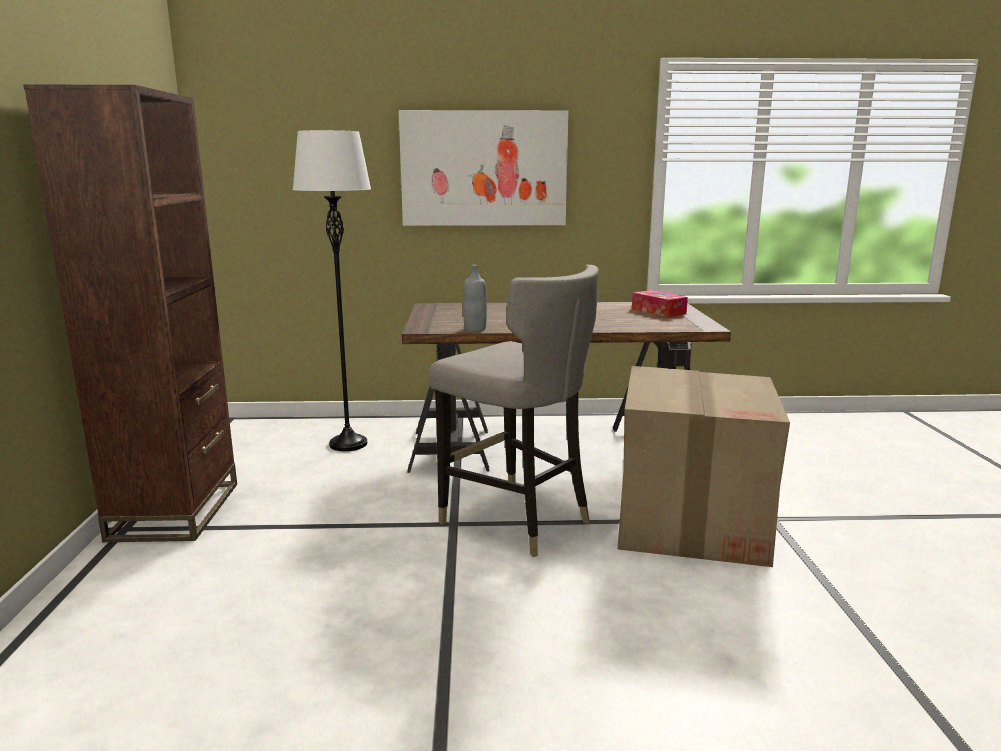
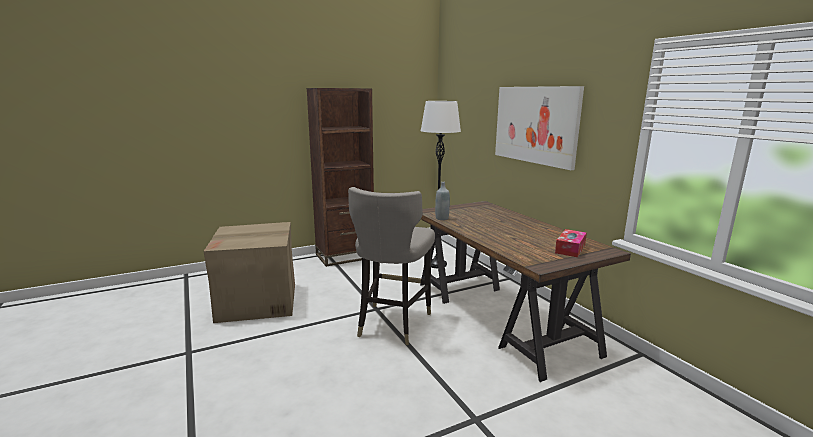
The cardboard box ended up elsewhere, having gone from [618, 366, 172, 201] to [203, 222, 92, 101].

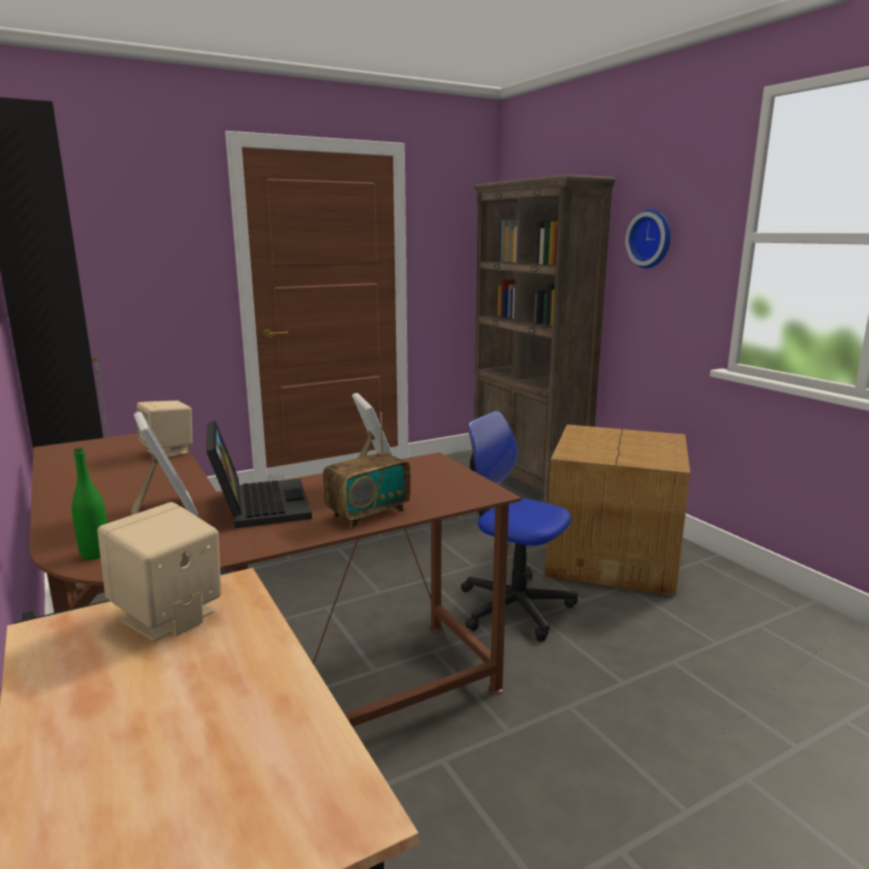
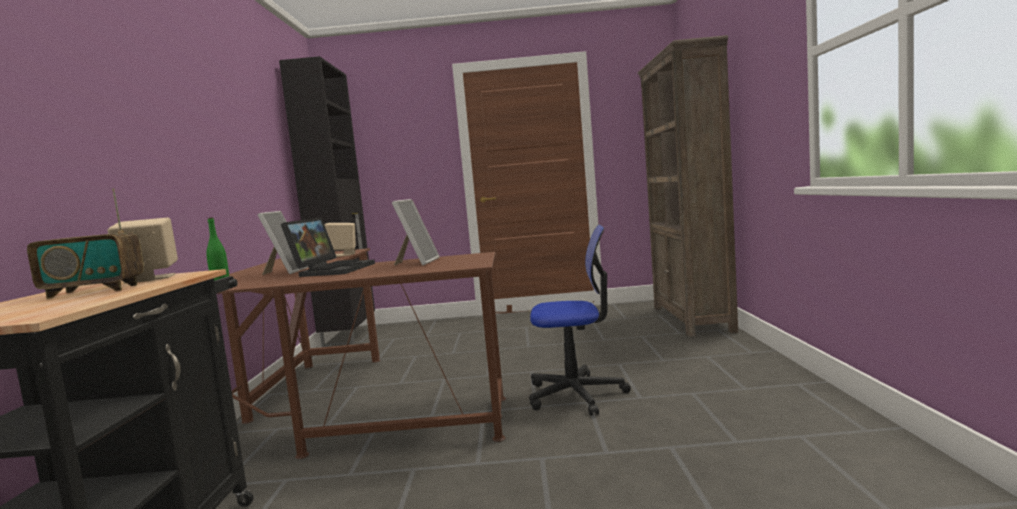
The radio ended up elsewhere, having gone from [323, 413, 88, 115] to [27, 188, 117, 111]. The office chair at [461, 411, 117, 231] ended up facing another way, 120 degrees clockwise from before. The second view lost the cardboard box at [544, 424, 146, 172]. The second view lost the wall clock at [625, 209, 46, 59].

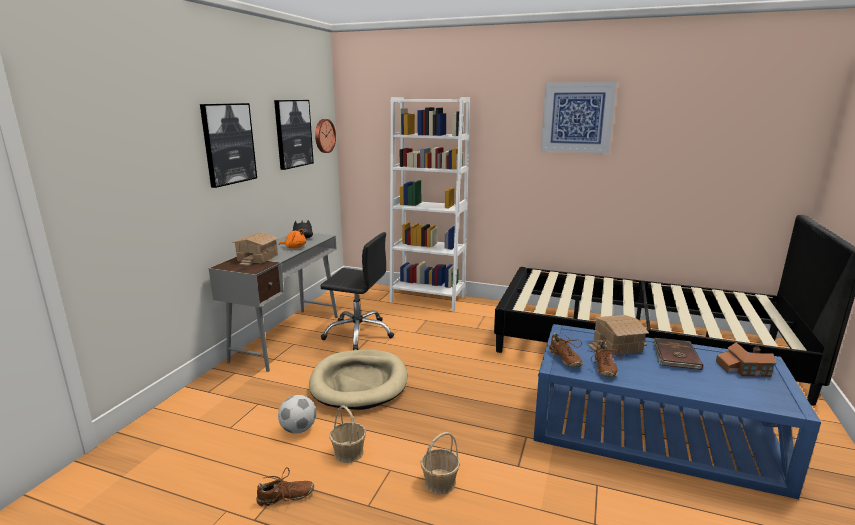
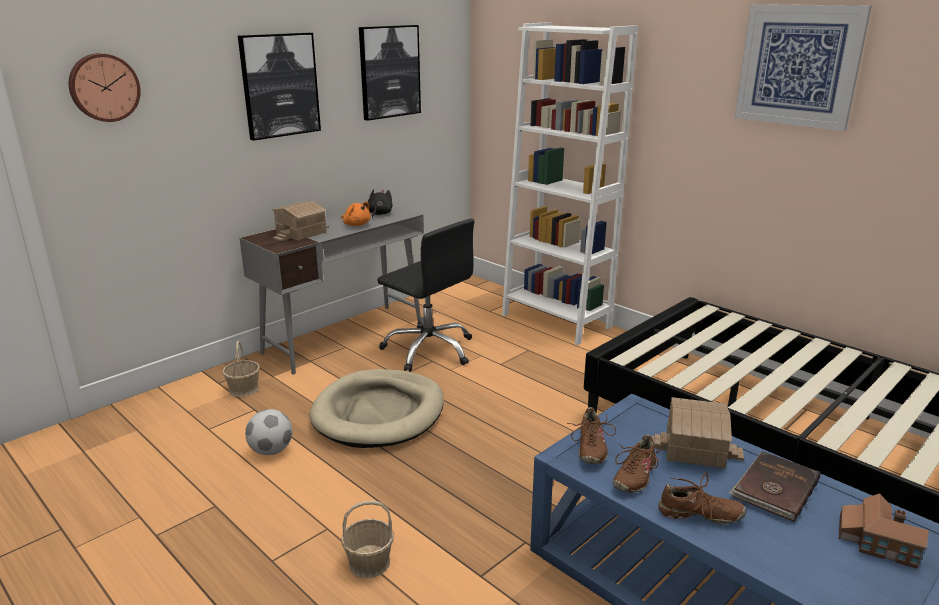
The brown shoe ended up elsewhere, having gone from [256, 467, 58, 40] to [658, 473, 88, 51]. The wall clock ended up elsewhere, having gone from [315, 119, 21, 34] to [69, 53, 72, 69]. The basket ended up elsewhere, having gone from [329, 405, 37, 58] to [222, 341, 38, 56].

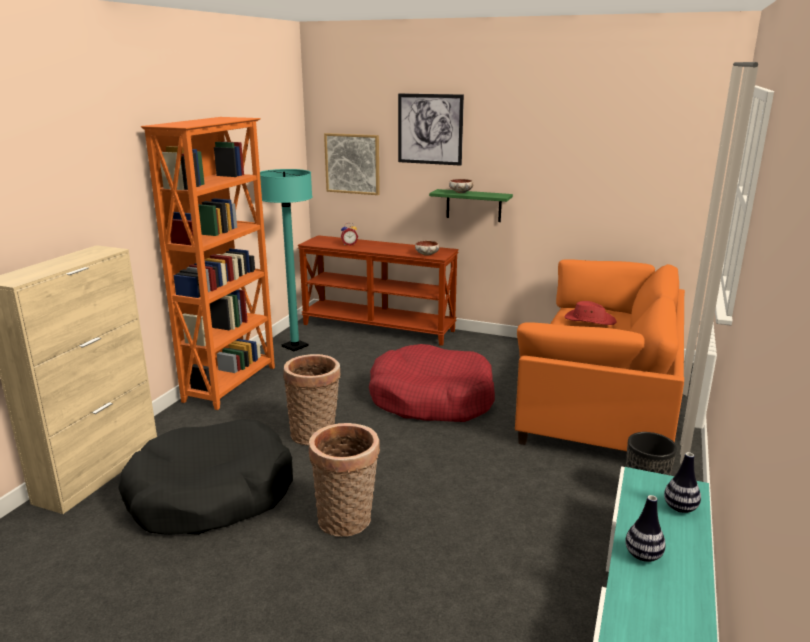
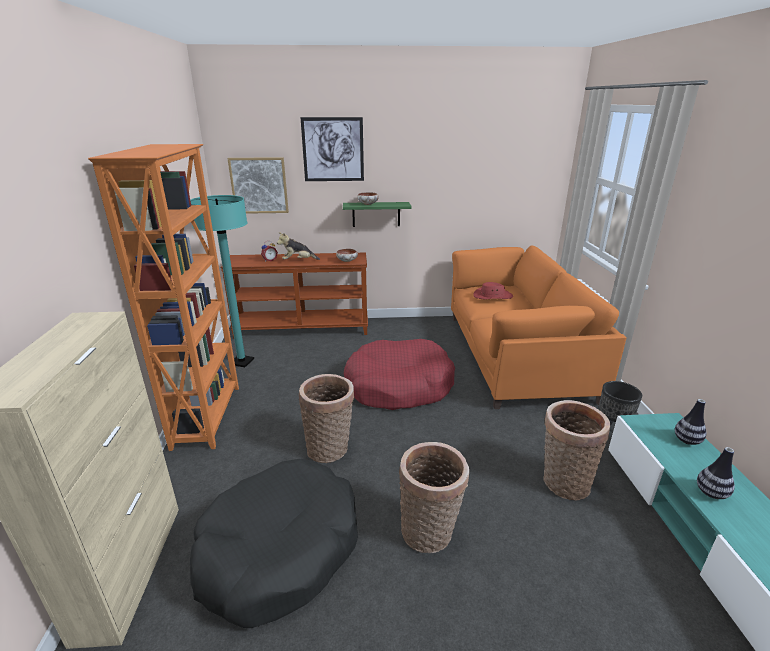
The second view gained the plush toy at [277, 232, 43, 28]. The second view gained the basket at [543, 400, 67, 100].

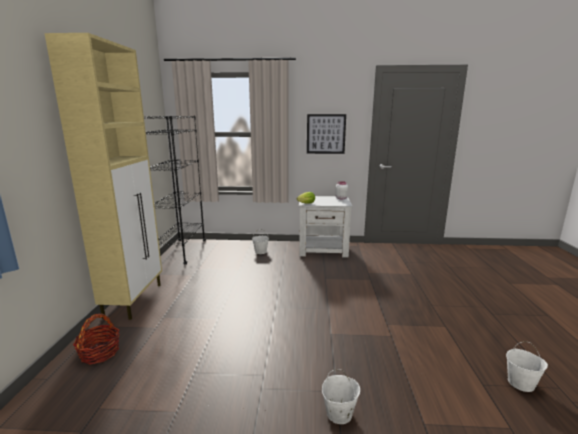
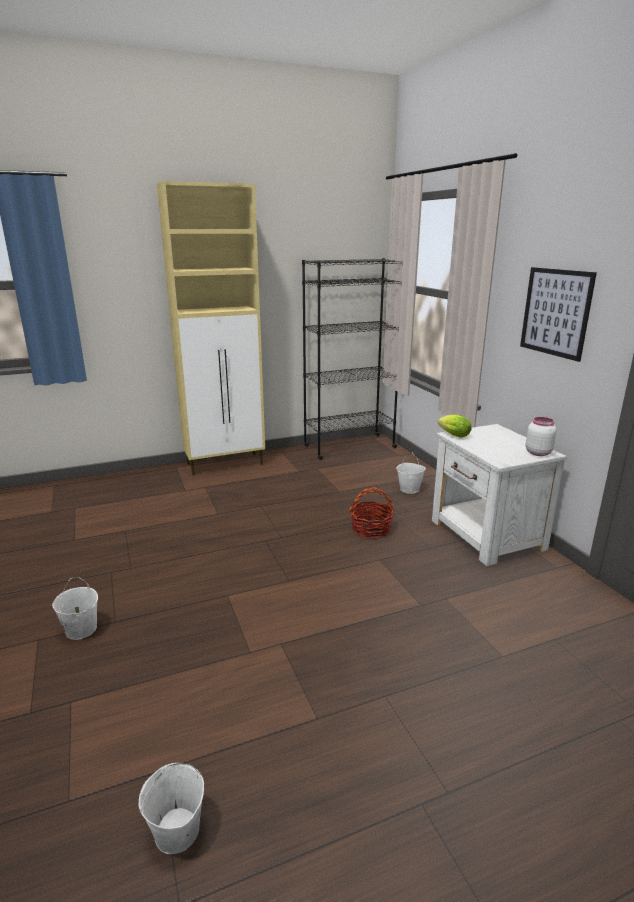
The basket ended up elsewhere, having gone from [73, 314, 46, 51] to [349, 487, 45, 51].

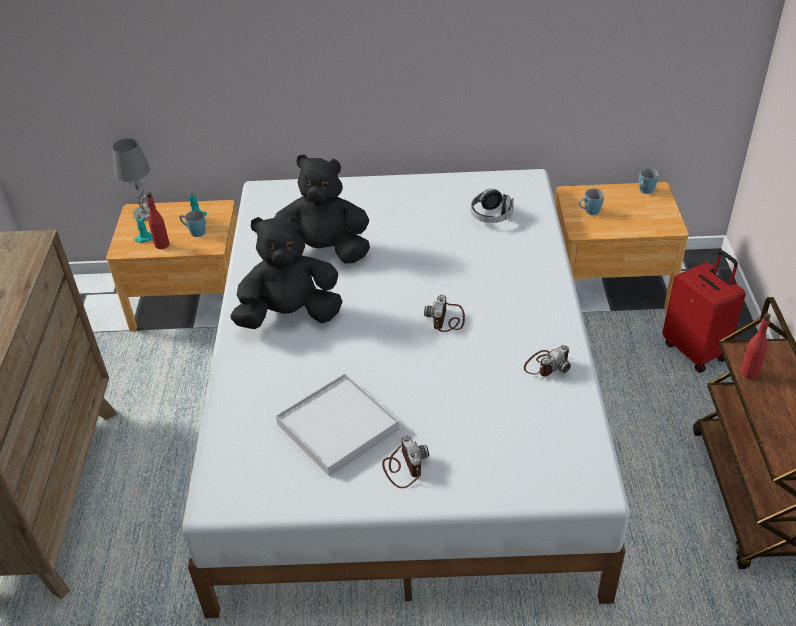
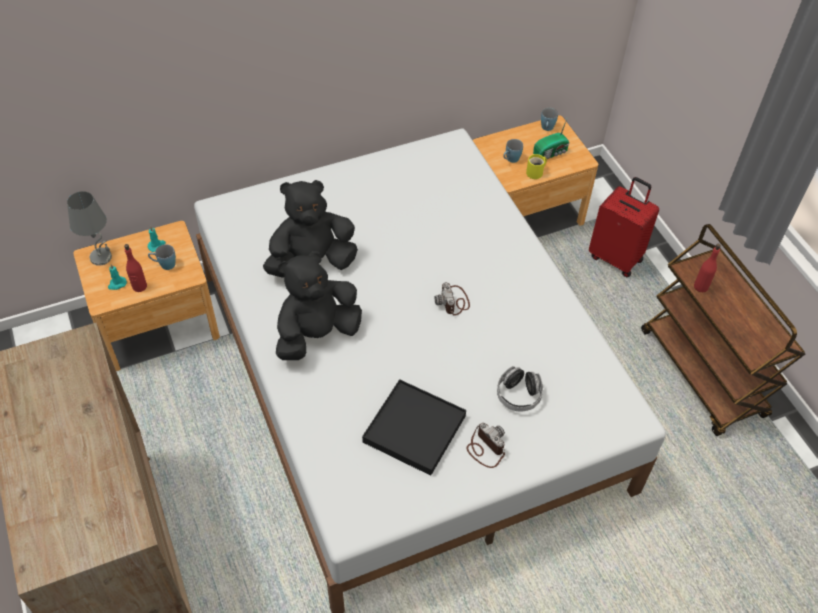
What was the white tray at [276, 373, 123, 103] turned into the black tray at [362, 379, 104, 97]. The headphones ended up elsewhere, having gone from [471, 188, 43, 35] to [497, 366, 46, 45]. The second view lost the photo camera at [524, 345, 47, 32]. The second view gained the yellow mug at [526, 154, 21, 25]. The second view gained the radio at [533, 119, 36, 40].

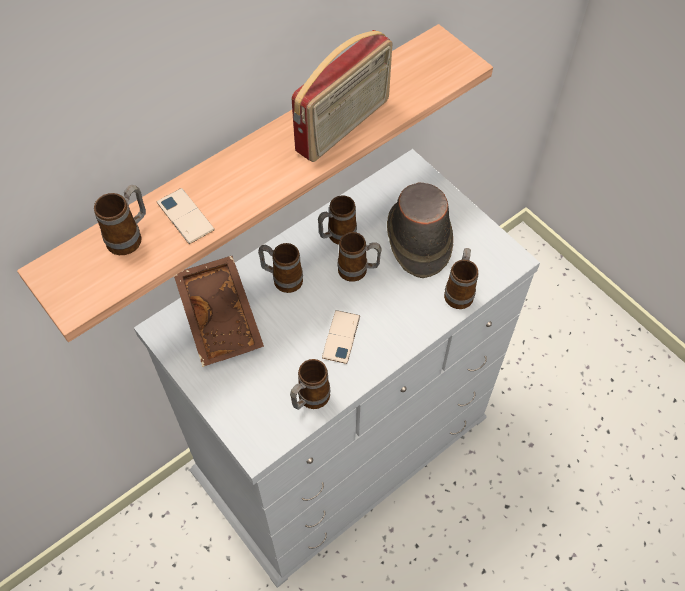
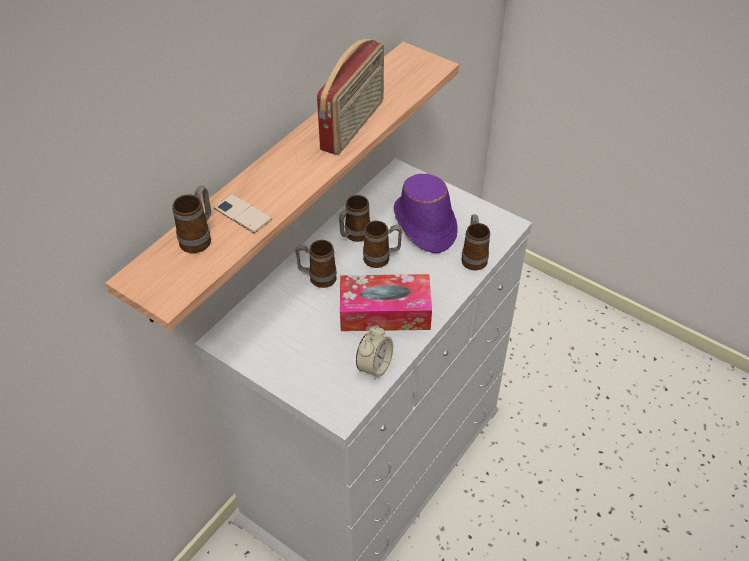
The second view lost the brown tray at [174, 256, 90, 111]. Where the mug stood at [290, 359, 40, 51], the alarm clock came to stand at [356, 326, 37, 54]. Where the phone stood at [322, 310, 38, 54], the tissue box came to stand at [340, 274, 92, 57]. What was the brown hat at [387, 182, 66, 96] turned into the purple hat at [394, 174, 64, 79].

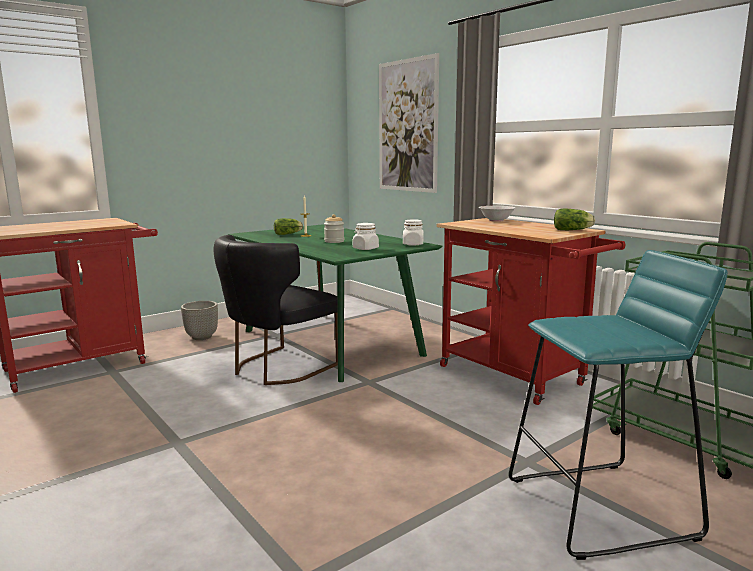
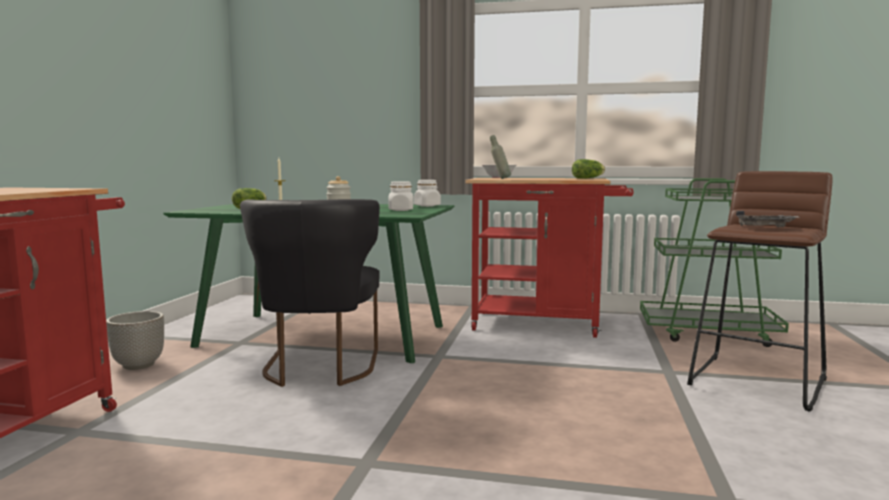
The second view lost the picture at [379, 53, 60, 140]. What was the turquoise stool at [509, 250, 219, 310] turned into the brown stool at [687, 171, 146, 241]. The second view gained the grey bottle at [490, 135, 21, 44]. The second view gained the grey tray at [736, 211, 65, 16].

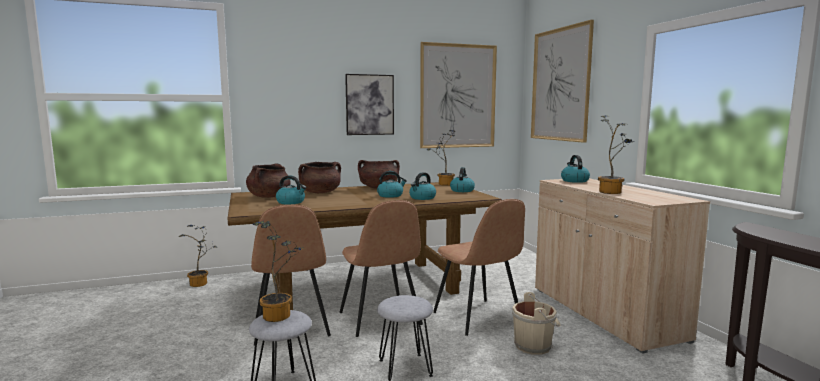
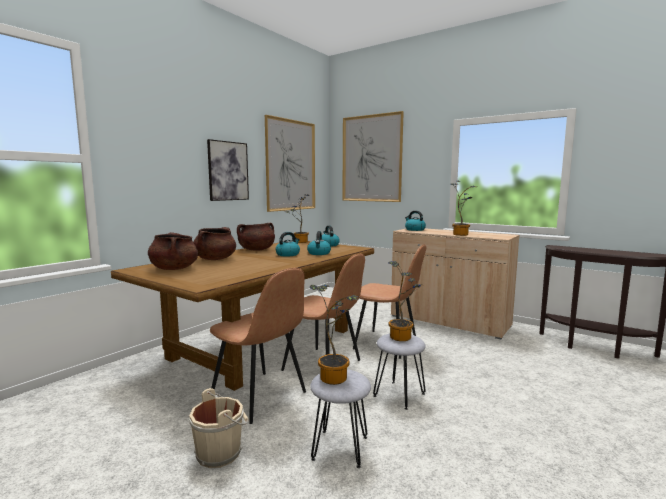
The potted plant ended up elsewhere, having gone from [178, 225, 39, 62] to [388, 261, 33, 80]. The second view lost the kettle at [276, 175, 30, 29]. The beige bucket ended up elsewhere, having gone from [512, 292, 48, 63] to [188, 388, 61, 80].

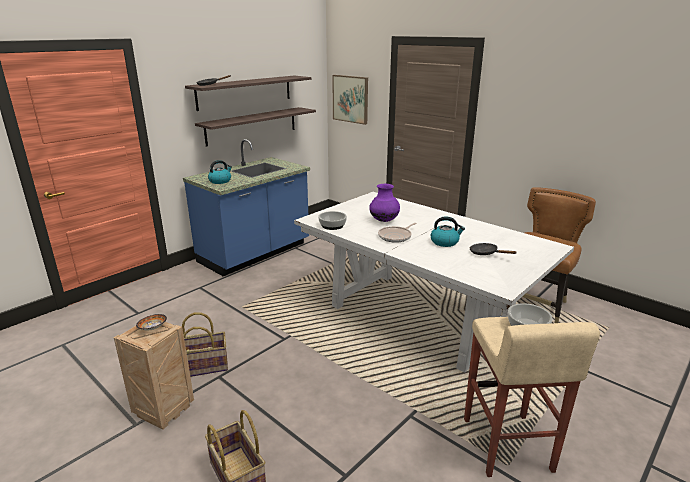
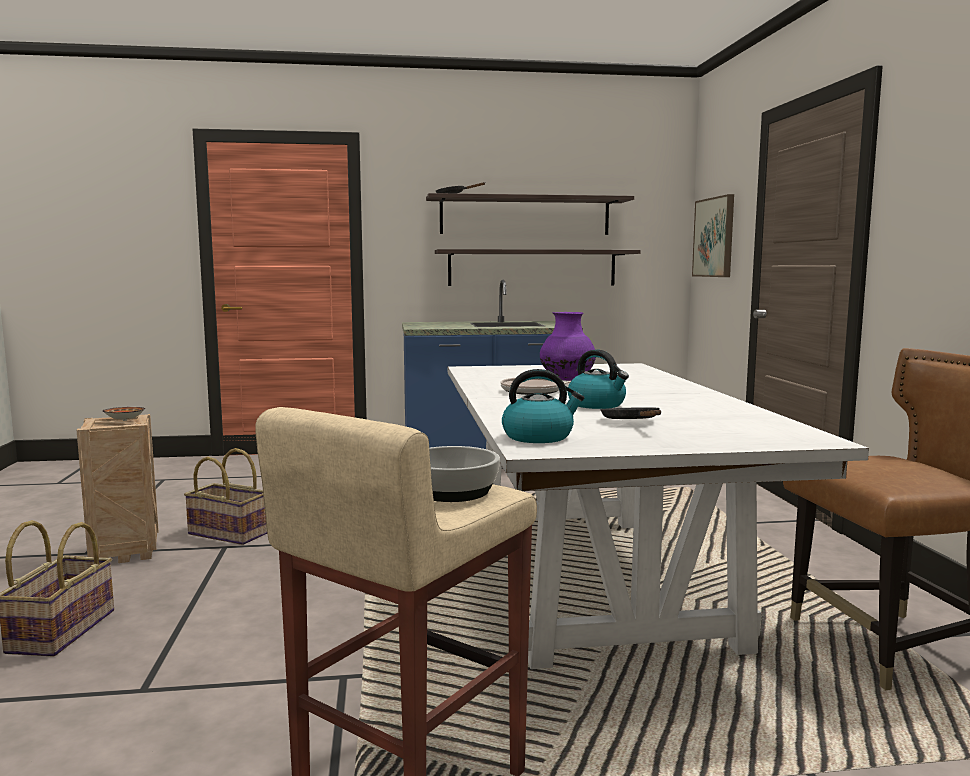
The kettle ended up elsewhere, having gone from [208, 160, 24, 24] to [502, 369, 82, 74]. The second view lost the bowl at [318, 211, 29, 19].

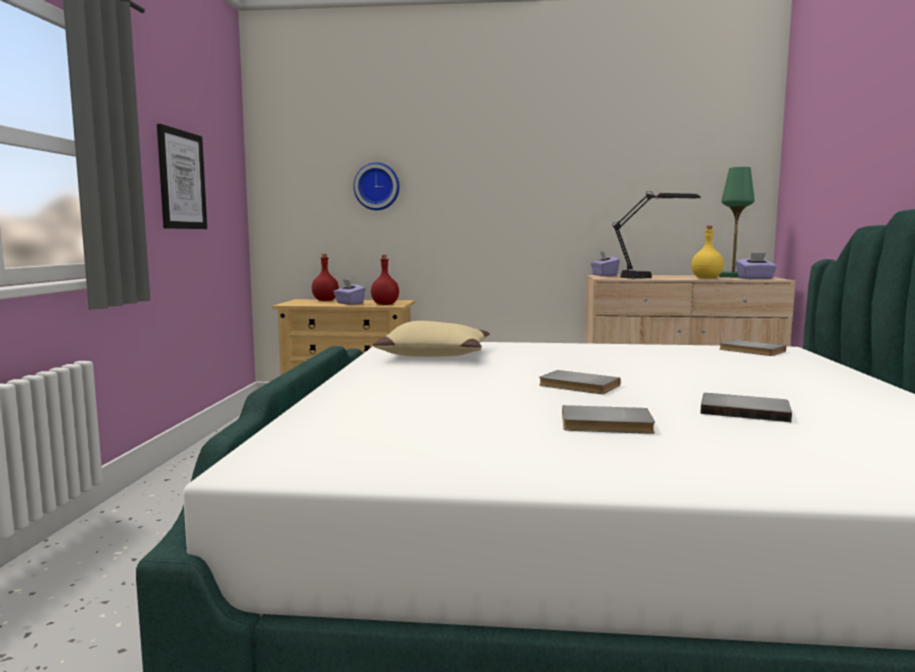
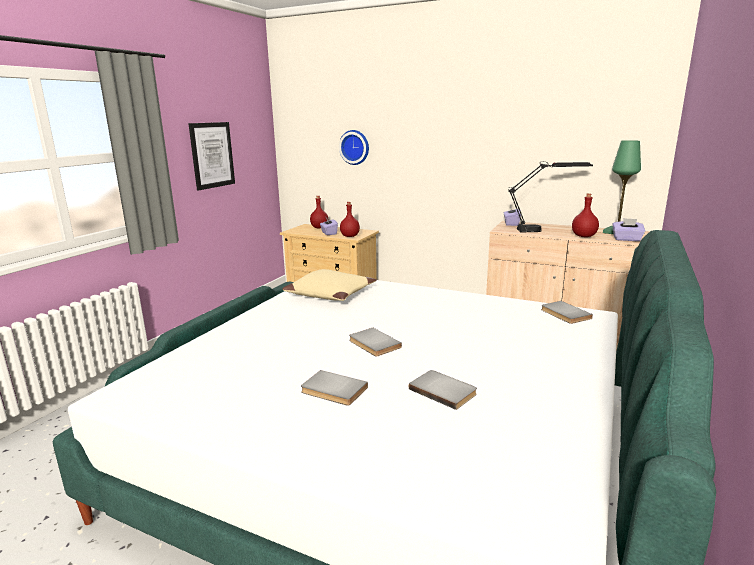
What was the yellow bottle at [691, 226, 33, 53] turned into the red bottle at [572, 193, 27, 44].

